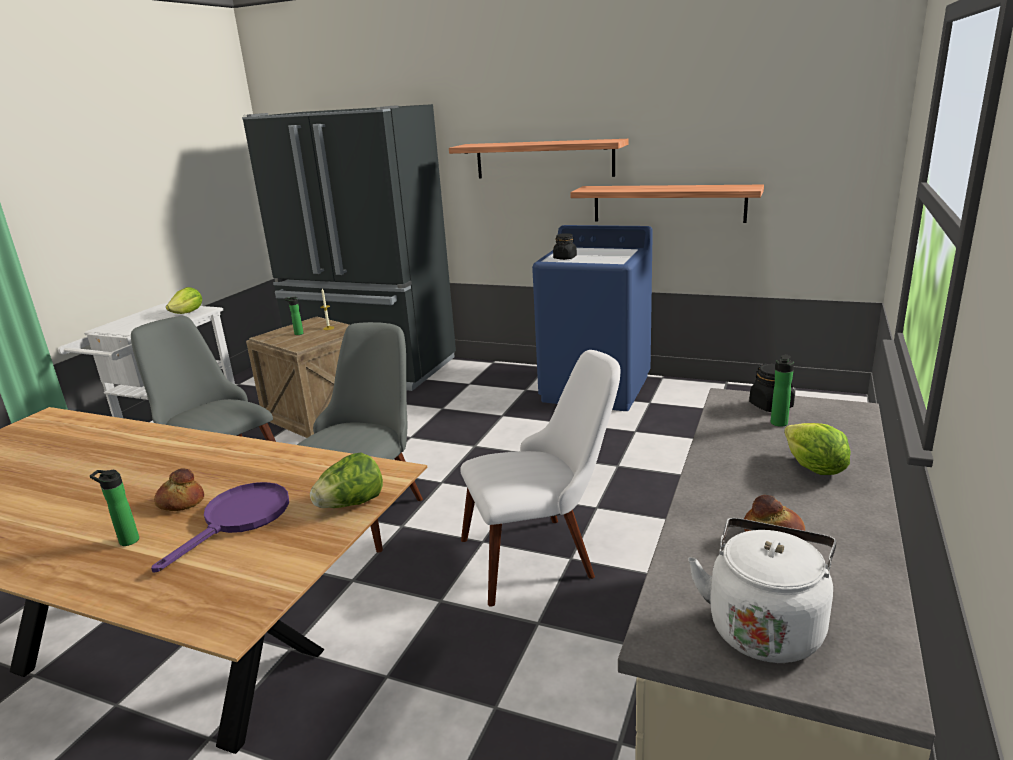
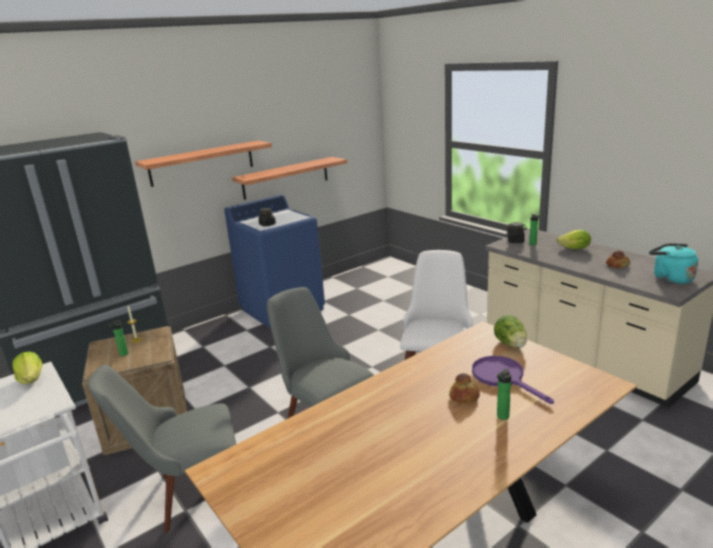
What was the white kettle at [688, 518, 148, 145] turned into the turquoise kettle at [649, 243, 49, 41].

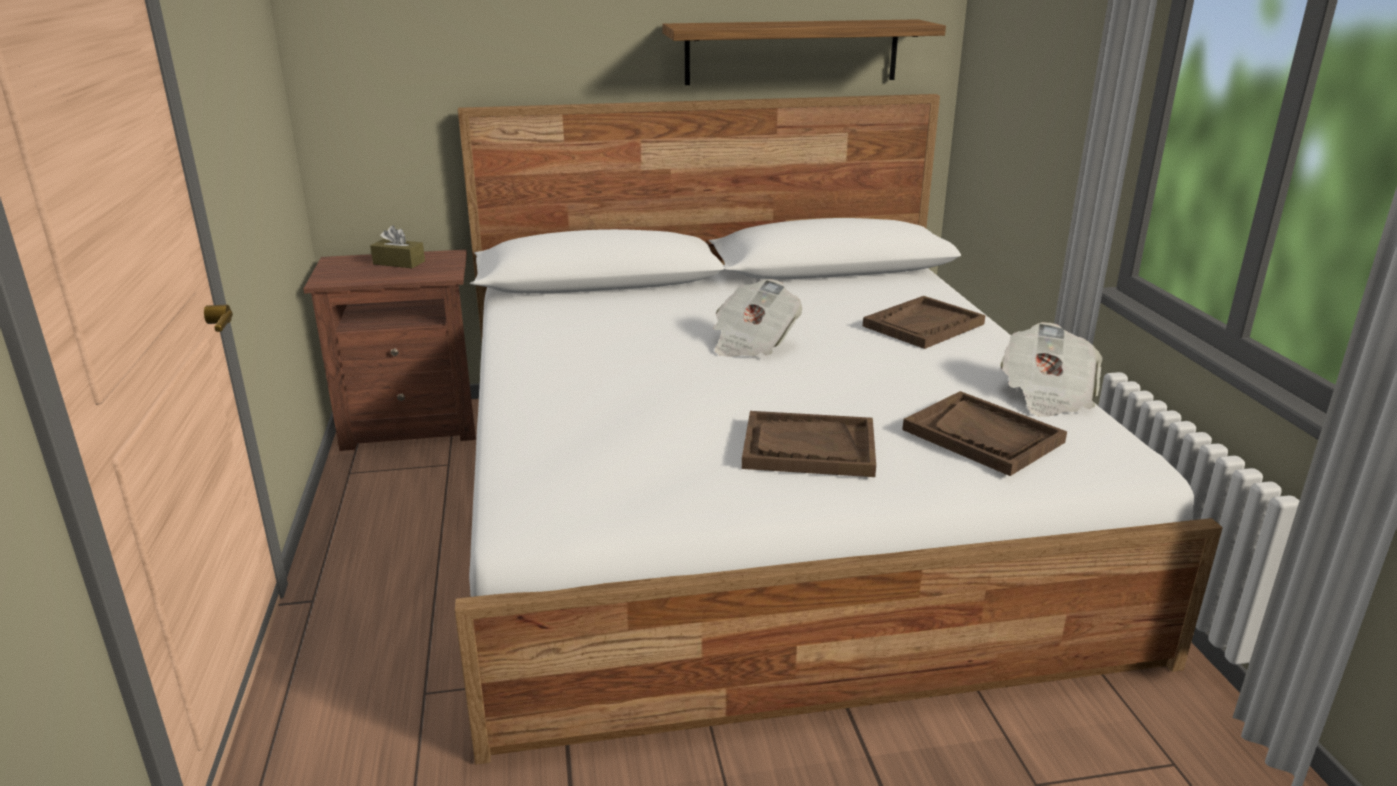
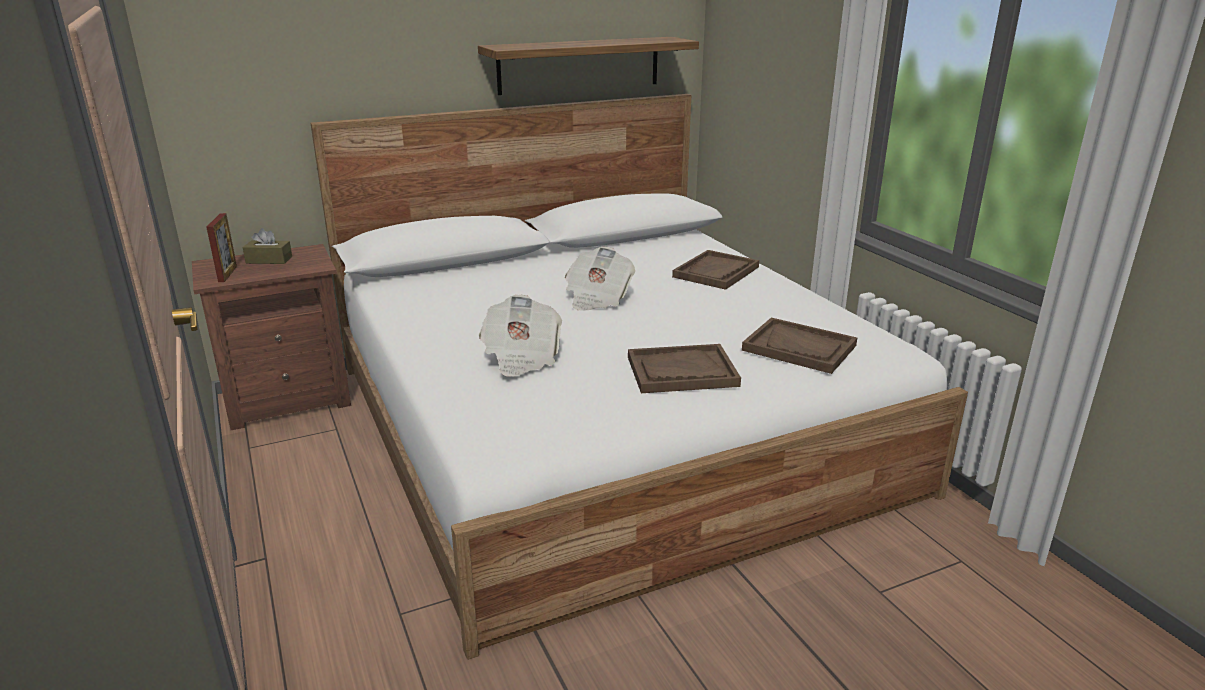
The newspaper ended up elsewhere, having gone from [1000, 322, 103, 95] to [479, 295, 83, 82]. The second view gained the picture frame at [206, 213, 31, 69].

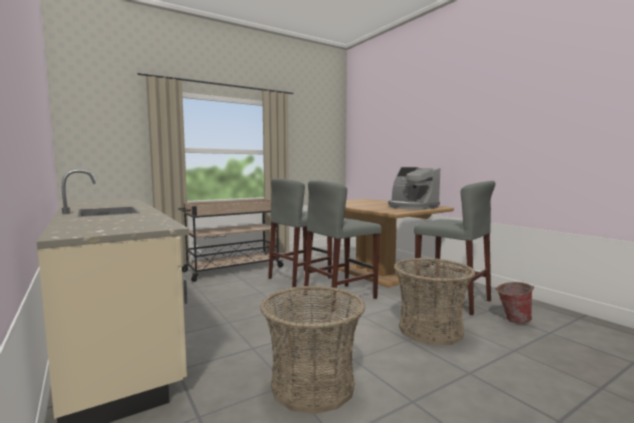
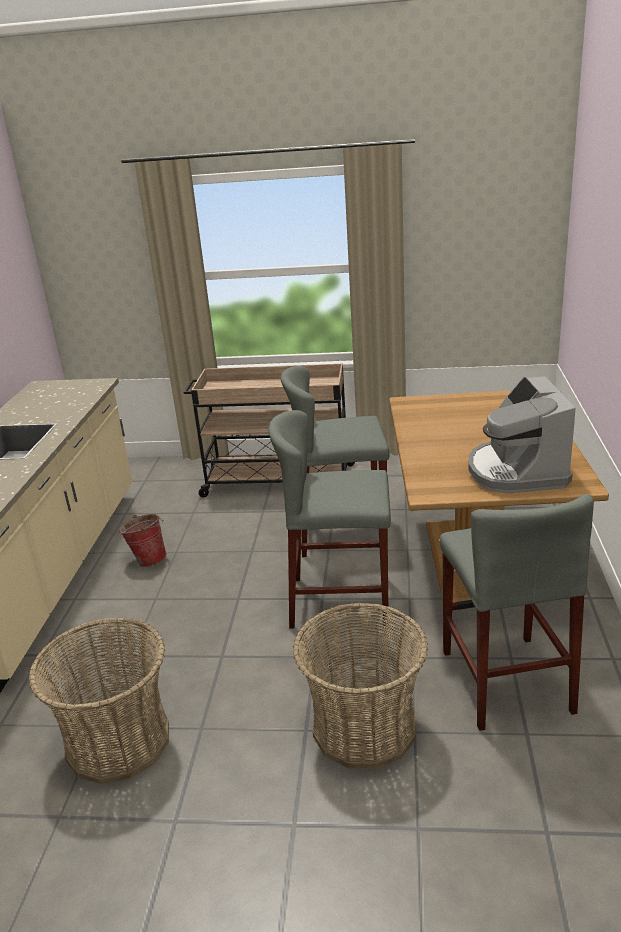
The bucket ended up elsewhere, having gone from [495, 282, 39, 42] to [119, 514, 48, 53].

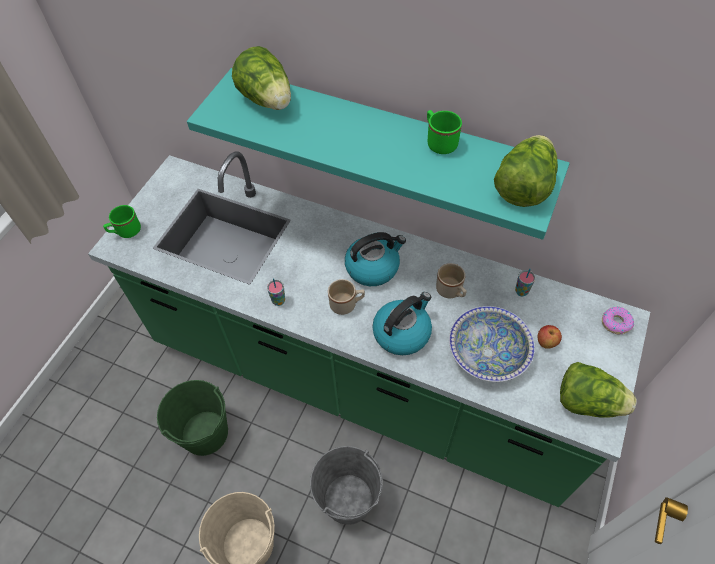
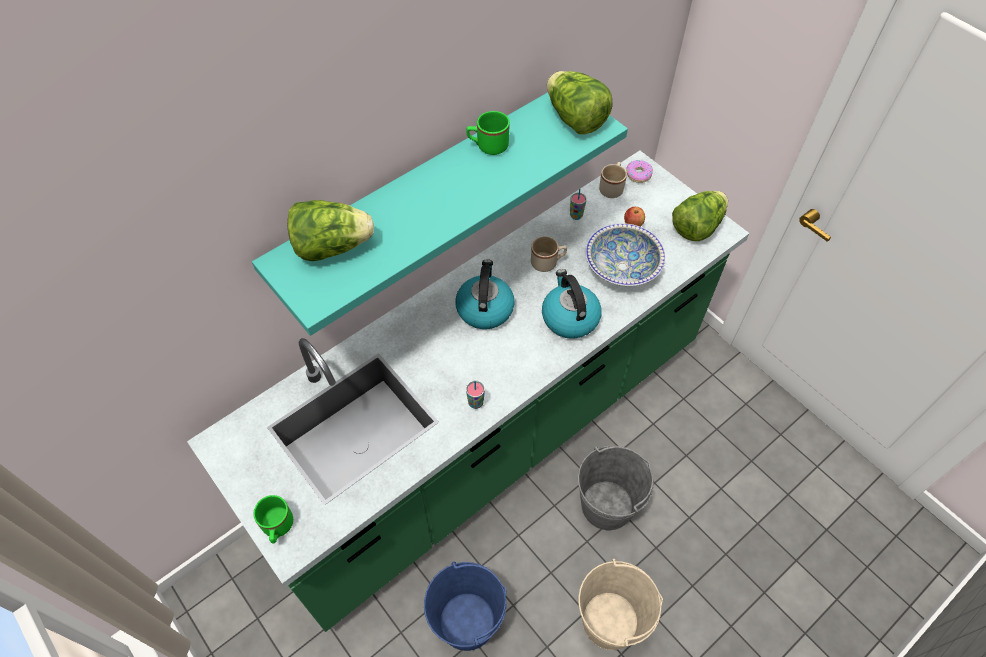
What was the green bucket at [157, 380, 71, 76] turned into the blue bucket at [424, 561, 82, 90]. The beige mug ended up elsewhere, having gone from [328, 279, 37, 36] to [599, 162, 28, 36].

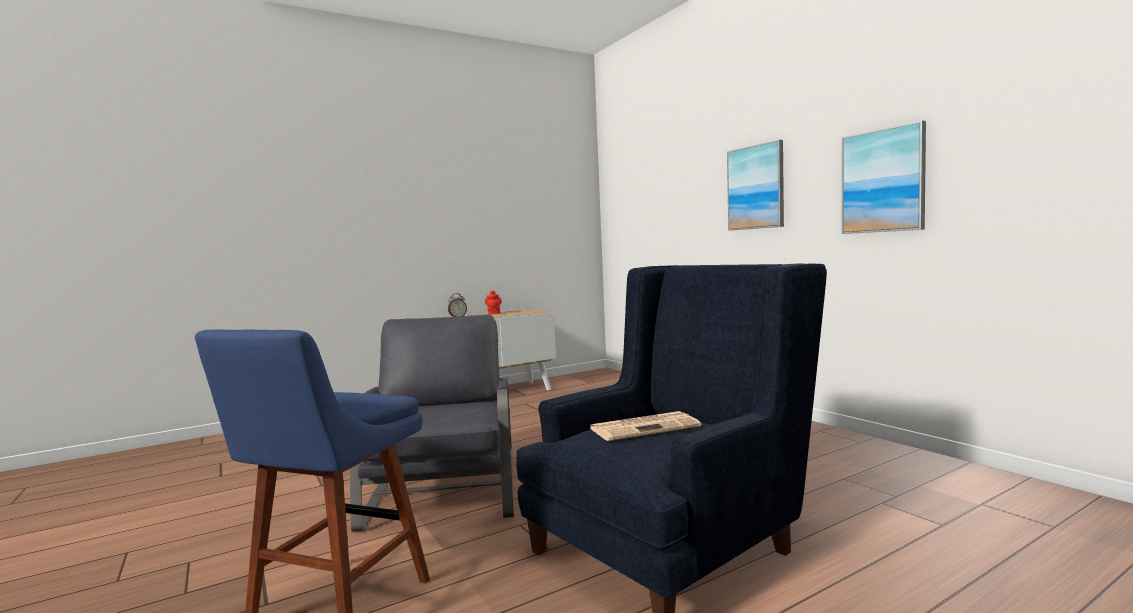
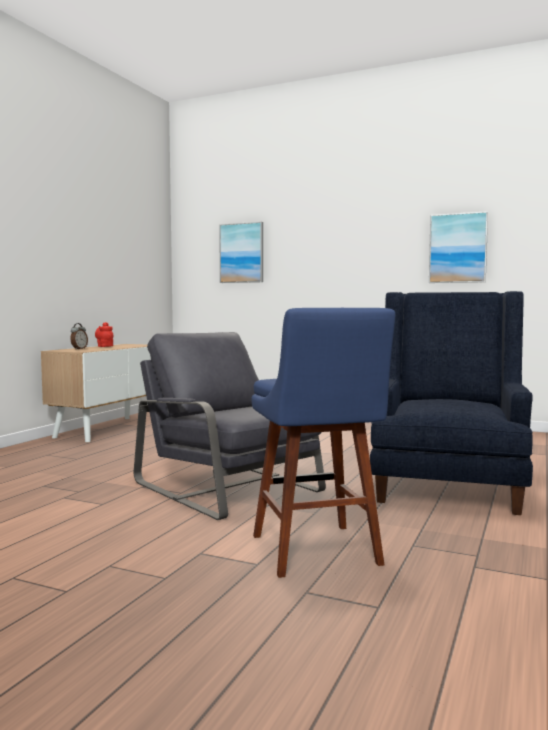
The second view lost the newspaper at [590, 411, 111, 30]. The picture ended up elsewhere, having gone from [727, 140, 57, 91] to [219, 222, 44, 61].

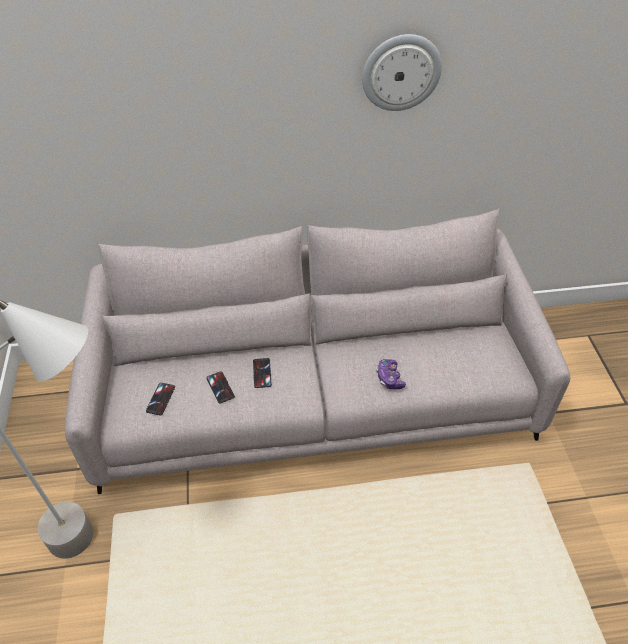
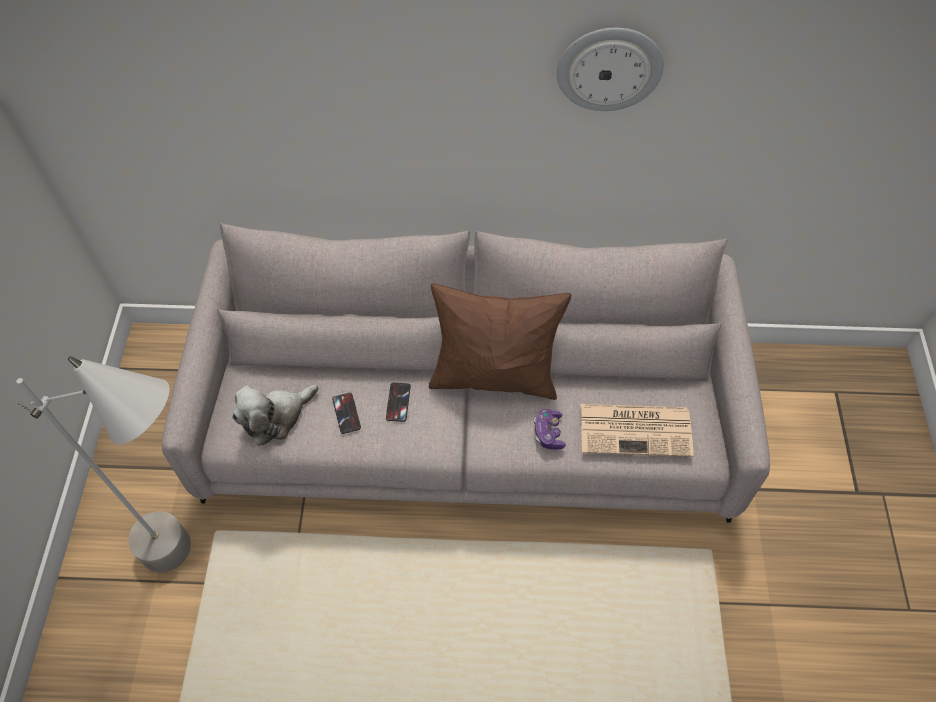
Where the phone stood at [146, 383, 29, 32], the plush toy came to stand at [232, 385, 87, 61]. The second view gained the brown pillow at [429, 283, 143, 117]. The second view gained the newspaper at [580, 404, 114, 53].

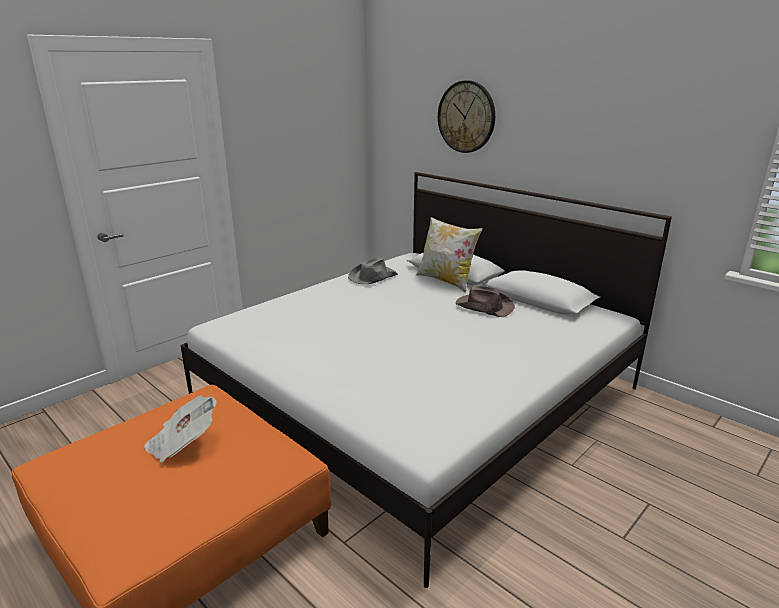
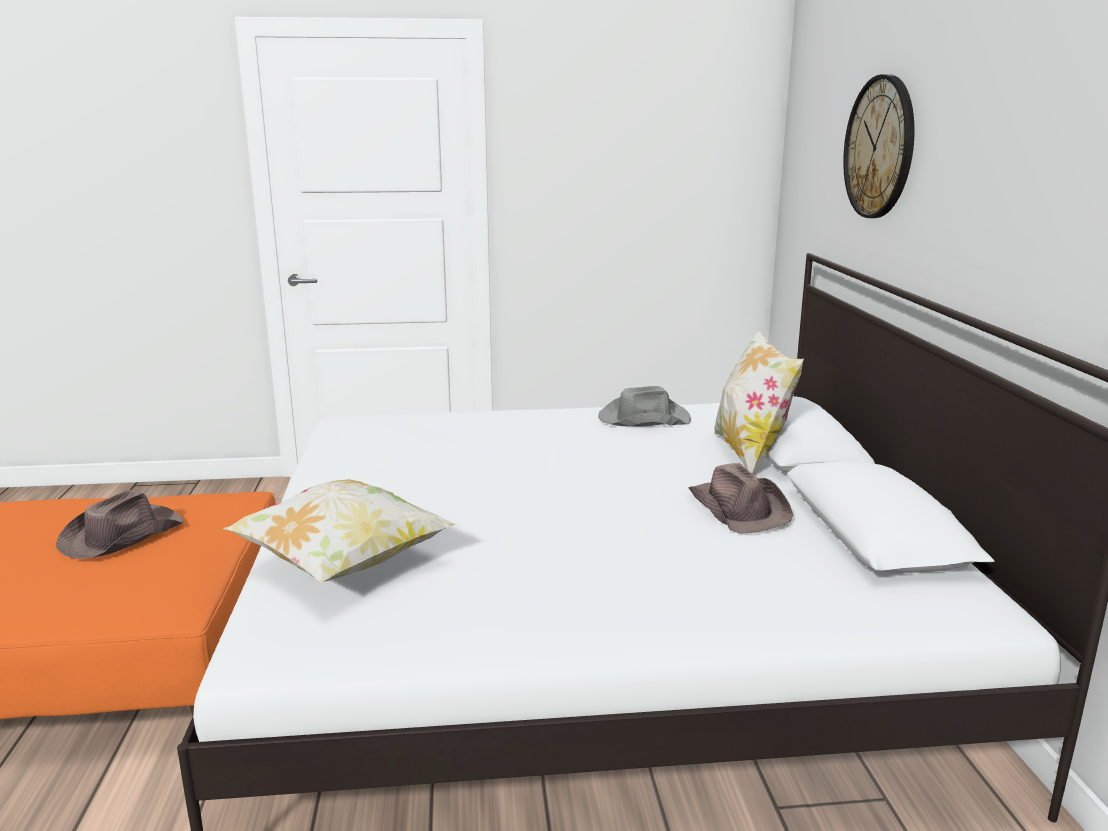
Where the newspaper stood at [144, 395, 73, 68], the brown hat came to stand at [56, 490, 128, 69]. The second view gained the pillow at [223, 479, 233, 104].

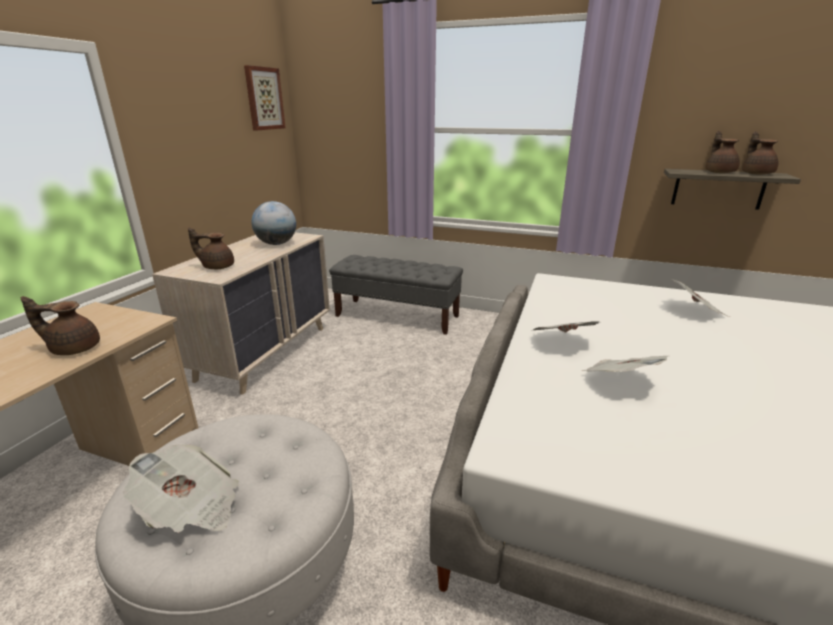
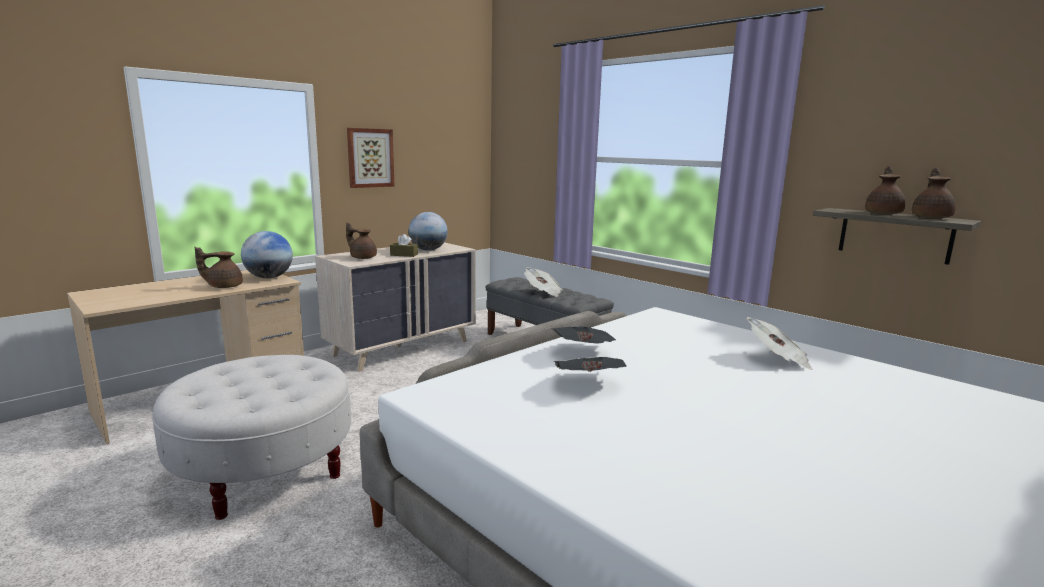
The brown teapot at [21, 296, 79, 59] ended up facing another way, 45 degrees counterclockwise from before. The newspaper ended up elsewhere, having gone from [123, 445, 116, 88] to [524, 267, 39, 30]. The picture ended up elsewhere, having gone from [244, 65, 42, 65] to [347, 128, 48, 60]. The second view gained the globe at [241, 231, 52, 47]. The second view gained the brown tissue box at [390, 234, 28, 23].

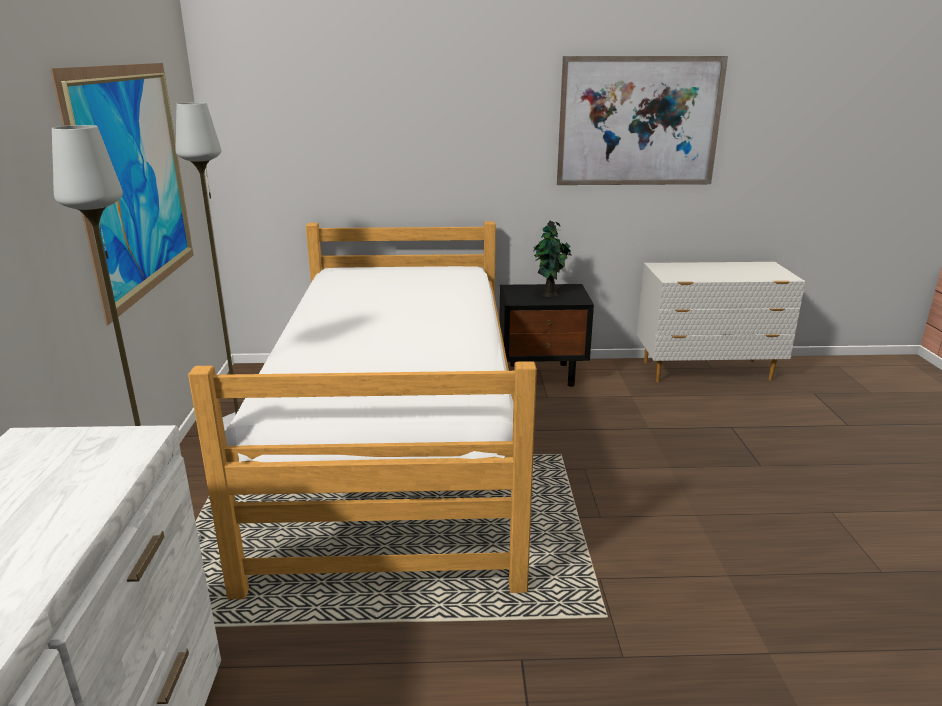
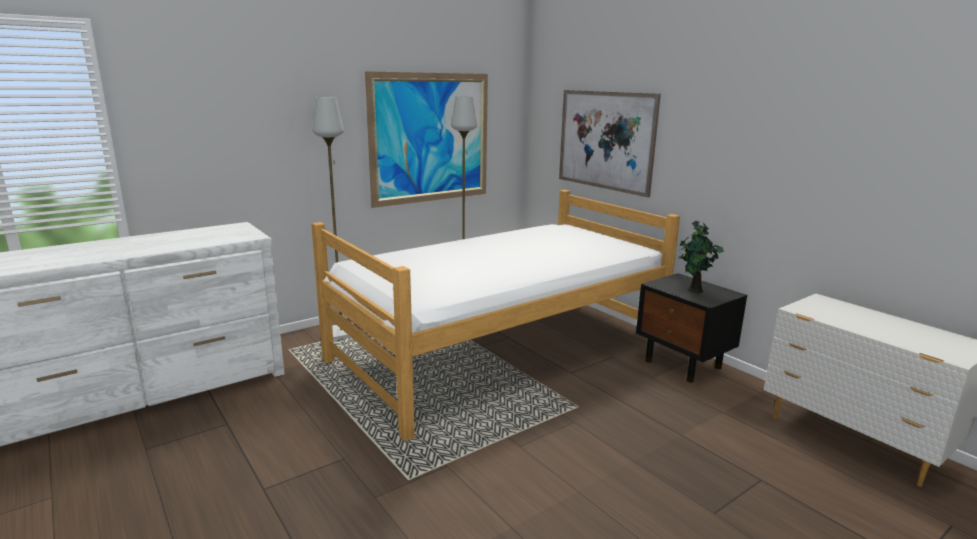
The picture ended up elsewhere, having gone from [557, 56, 171, 129] to [559, 90, 102, 107].

